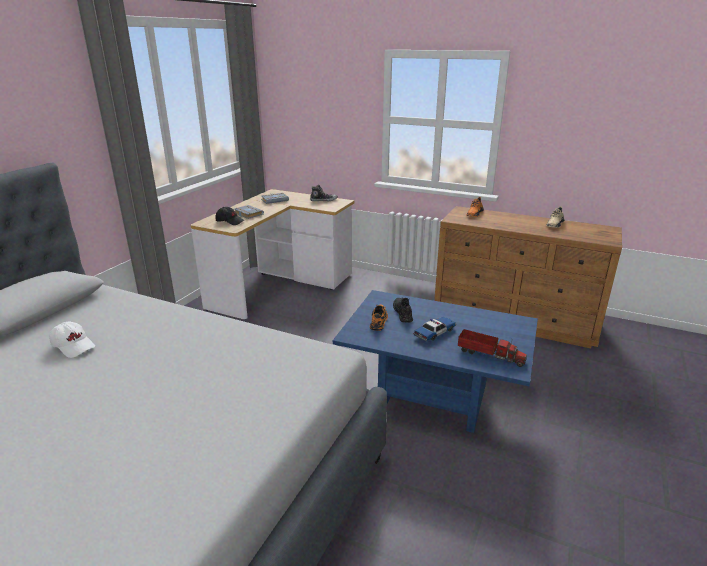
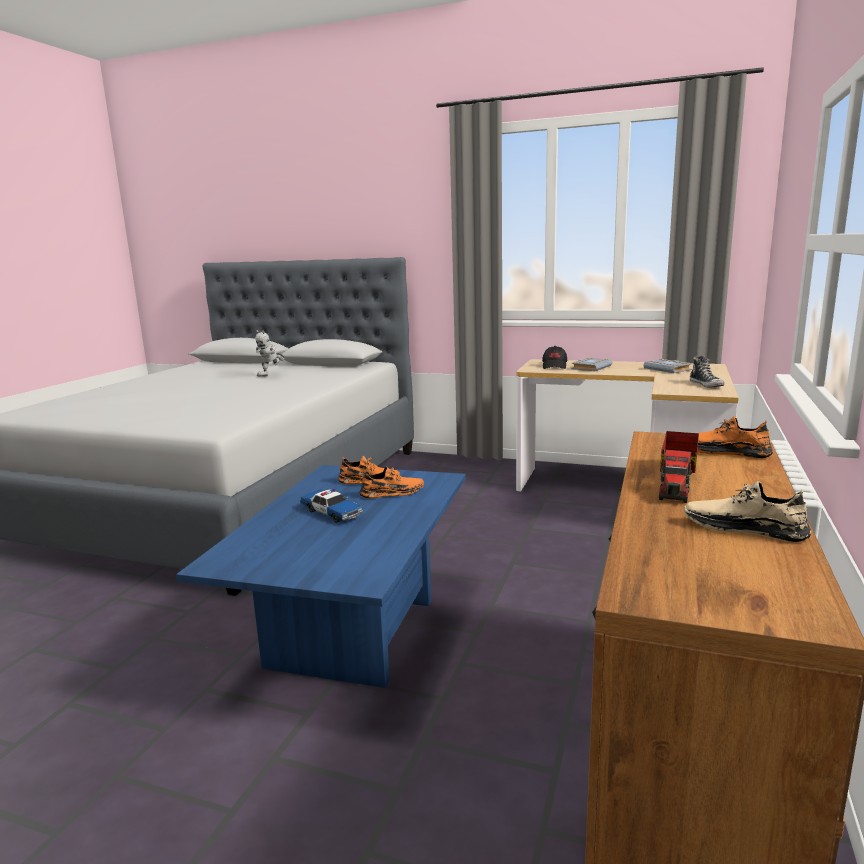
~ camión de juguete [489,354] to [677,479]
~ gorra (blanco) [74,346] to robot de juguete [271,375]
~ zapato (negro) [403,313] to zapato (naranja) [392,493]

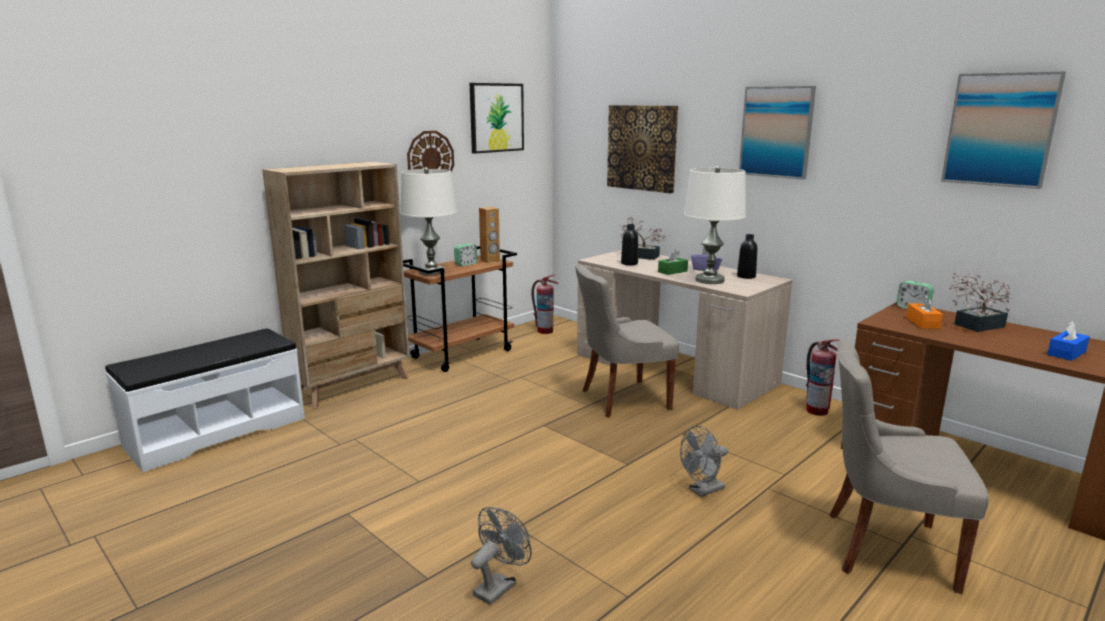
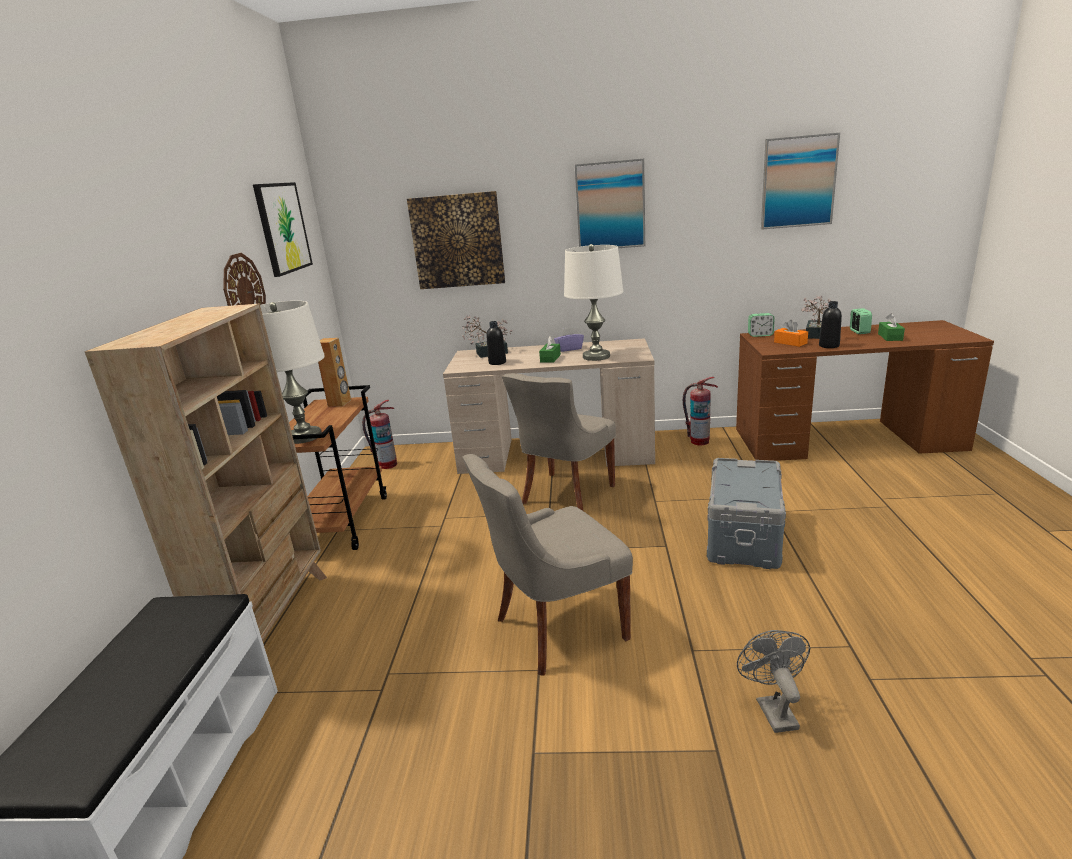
~ despertador [466,264] to [859,332]
~ botella (negro) [746,276] to [829,346]
~ silla (gris) [885,548] to [557,628]
~ ventilador (gris) [702,491] to caja de almacenaje (gris) [744,536]
~ caja de pañuelos (azul) [1066,353] to caja de pañuelos (verde) [890,337]

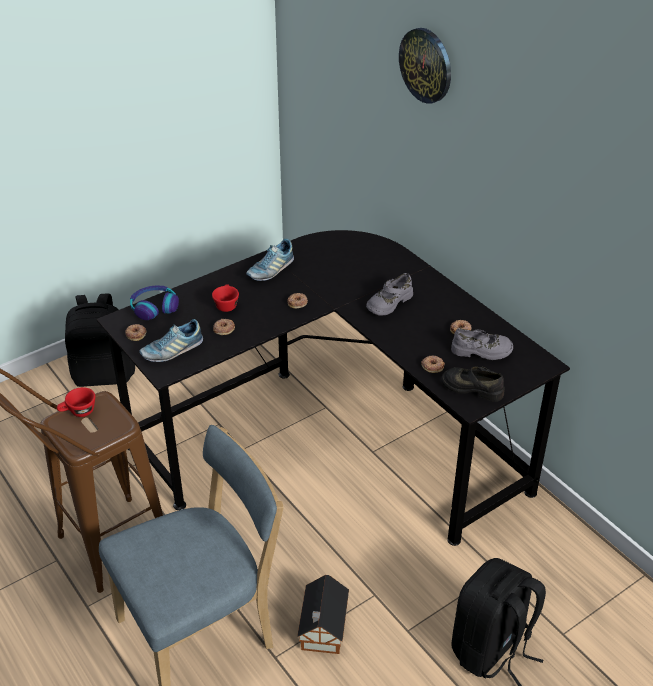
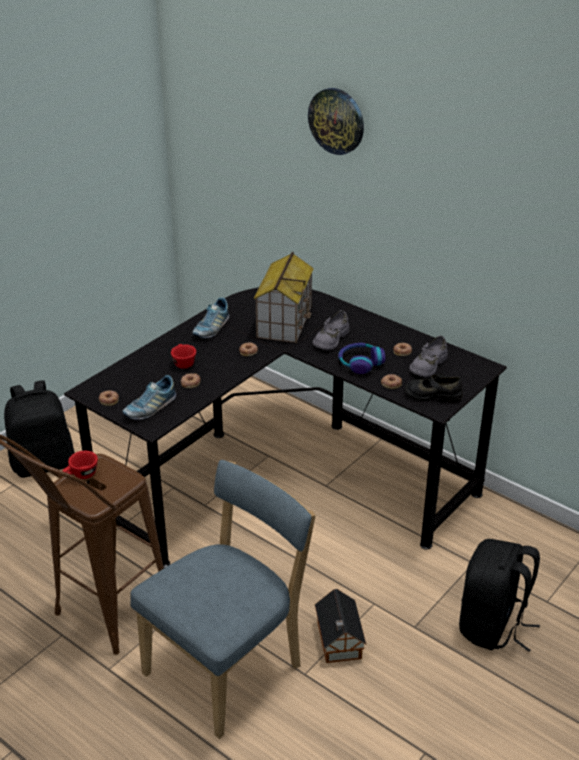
+ casita [284,322]
~ auriculares [154,307] to [360,363]
~ zapato (gris) [481,351] = [428,365] 135 degrees clockwise

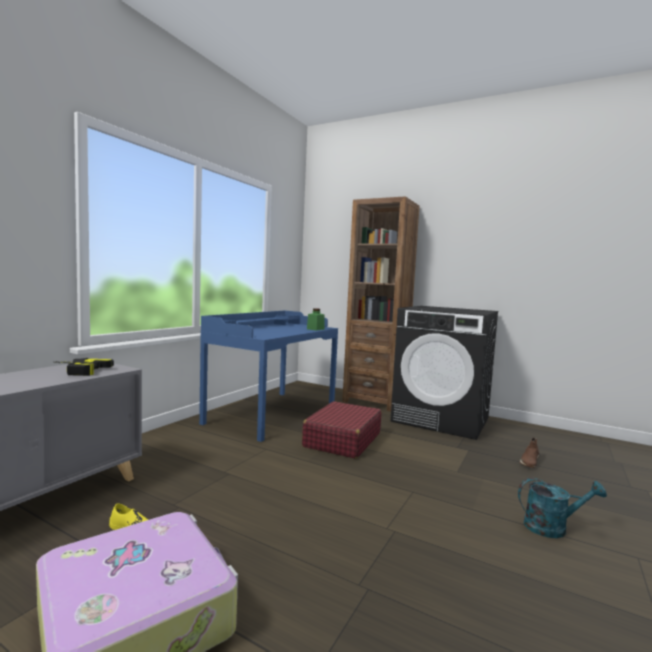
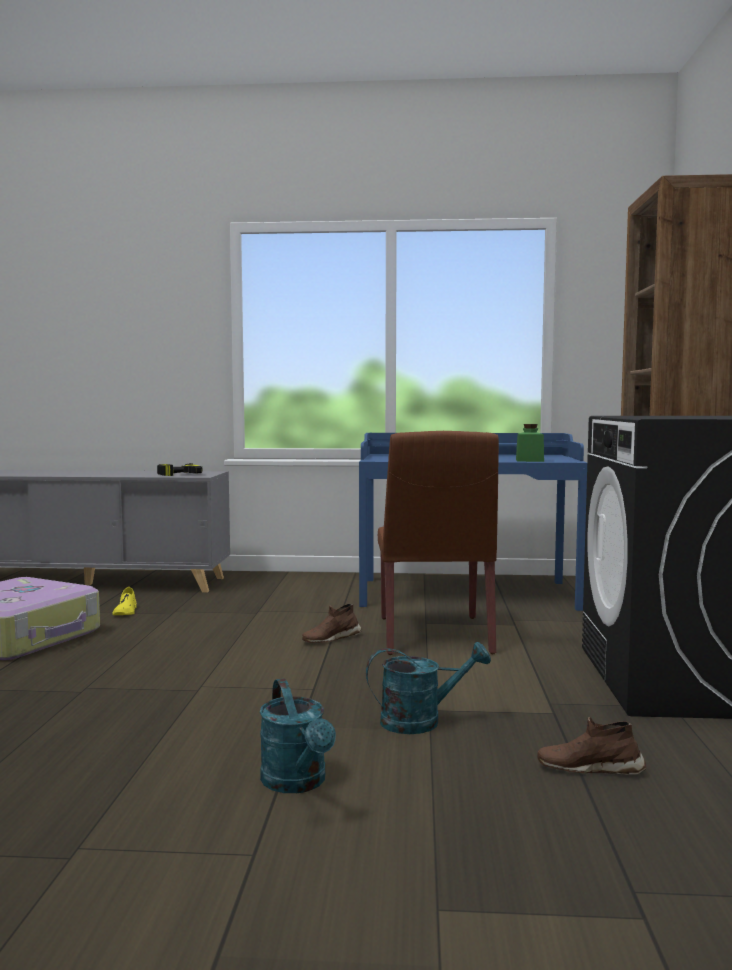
+ zapato (marrón) [331,639]
+ regadera (turquesa) [421,721]
~ maleta (rojo) [342,440] to silla (marrón) [434,635]

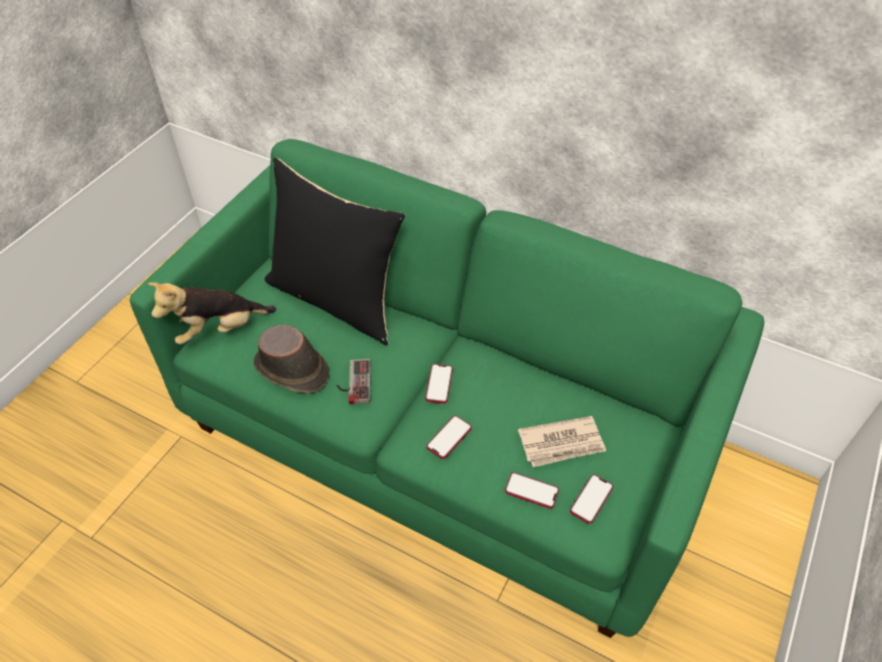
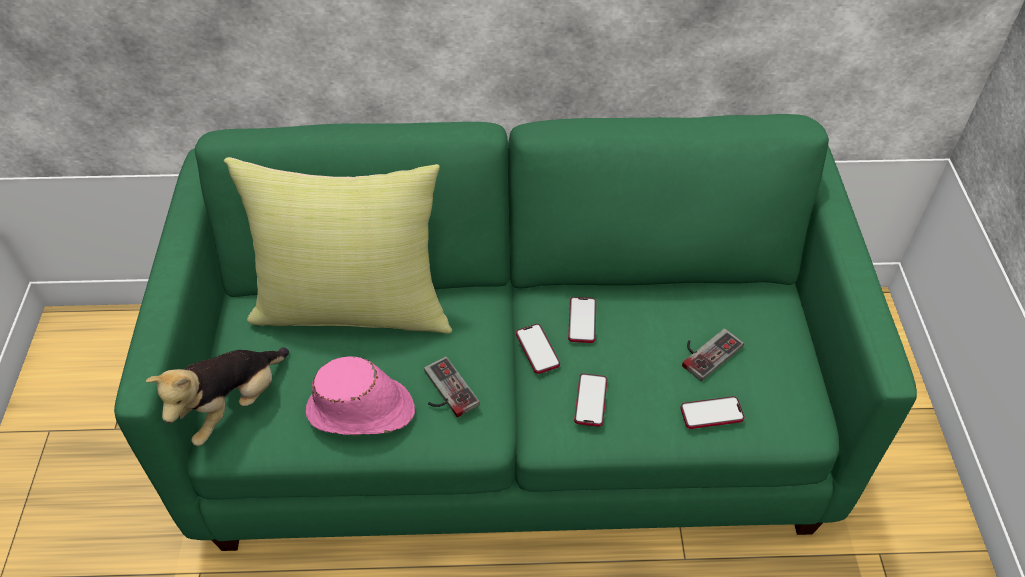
~ móvil [591,499] to [582,321]
~ periódico [562,444] to mando de consola [706,351]
~ sombrero (marrón) [292,370] to sombrero (rosa) [362,411]
~ cojín (negro) [337,298] to cojín (amarillo) [354,306]

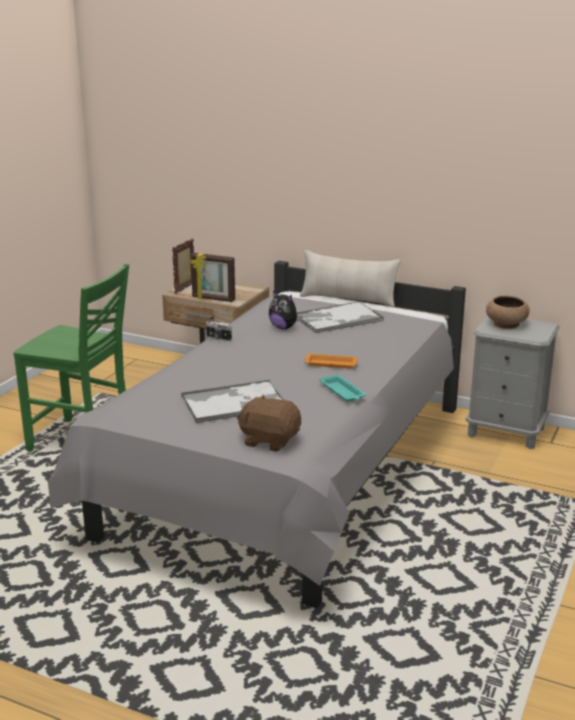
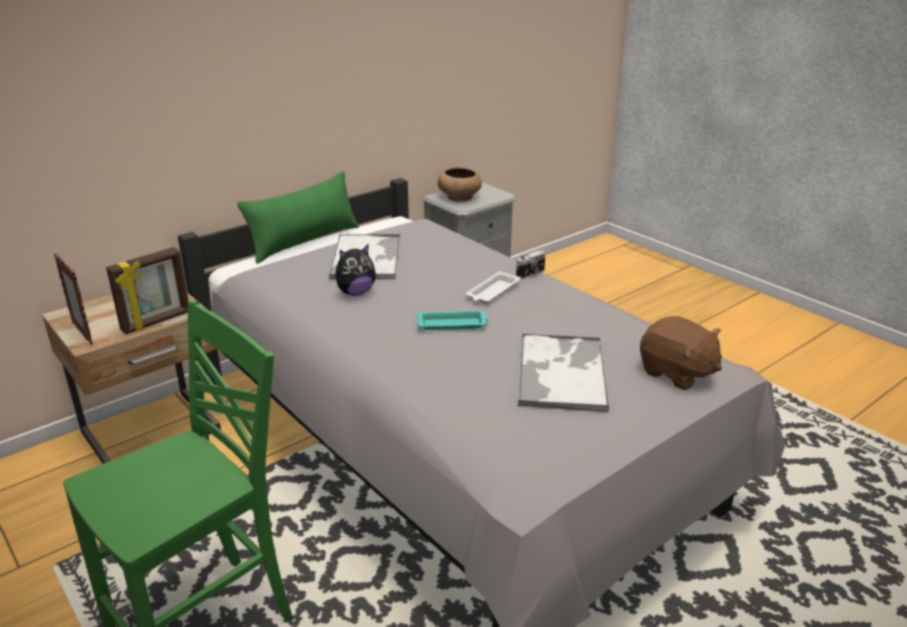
~ cámara [218,338] to [531,274]
~ bandeja (turquesa) [342,392] to [453,324]
~ cojín (beis) [348,299] to cojín (verde) [304,242]
~ bandeja (naranja) [330,364] to bandeja (blanco) [492,292]
~ peluche (marrón) [270,440] = [676,373] 90 degrees counterclockwise

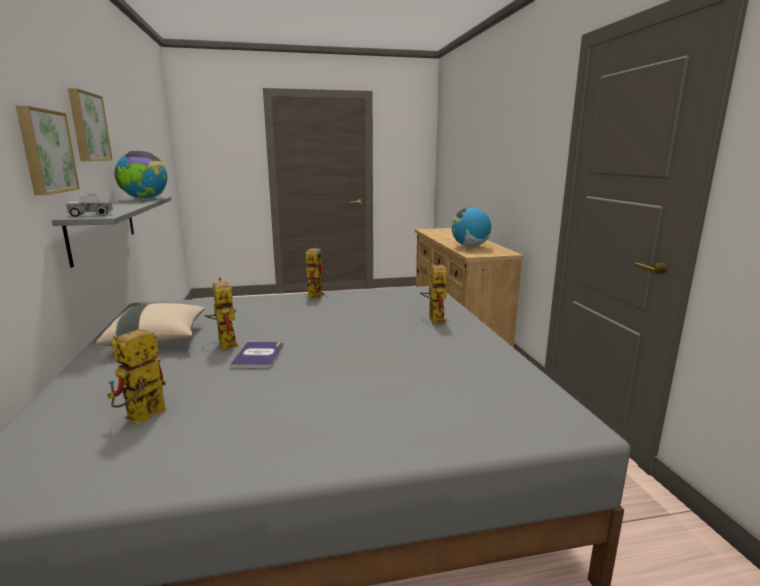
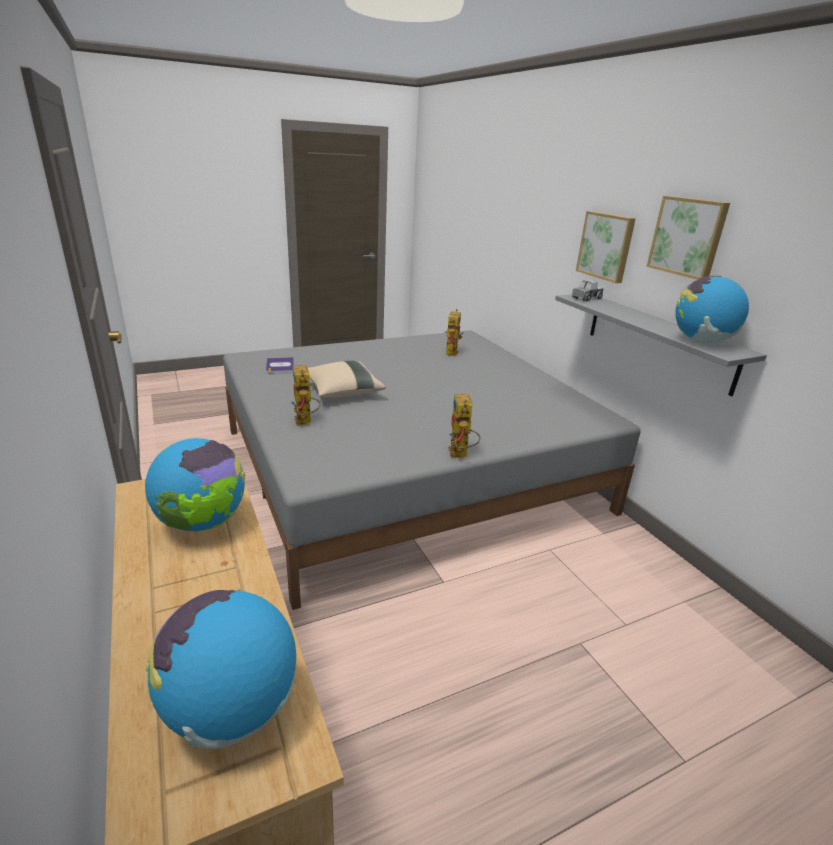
- robot de juguete [224,342]
+ globo terráqueo [232,709]
~ cojín (beis) [158,340] to [342,392]
~ libro [258,356] to [280,366]

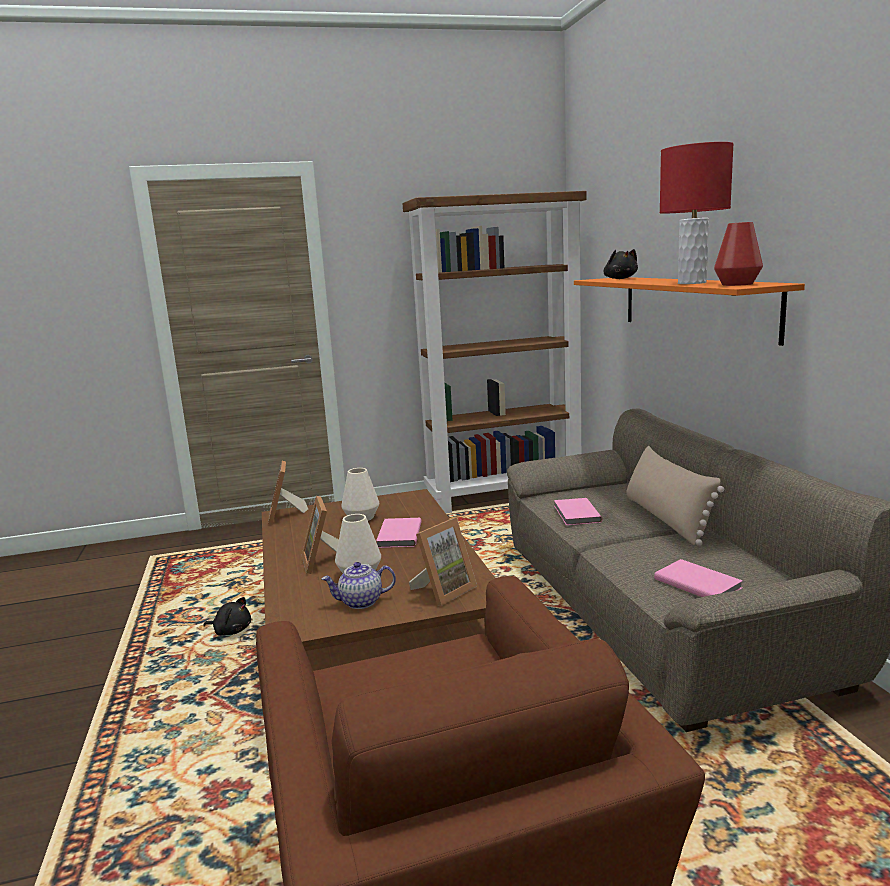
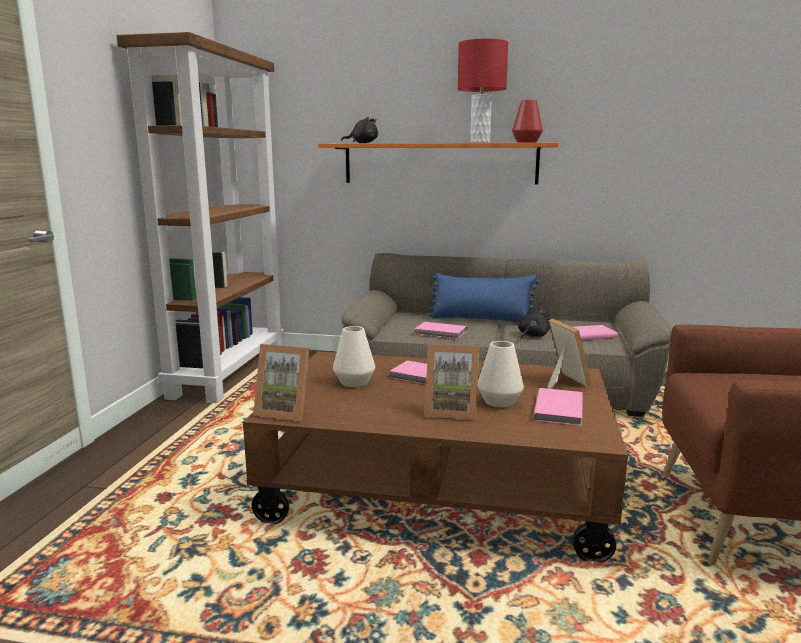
~ peluche (negro) [231,631] to [532,336]
~ tetera [360,602] to libro (rosa) [560,409]
~ cojín (beis) [666,519] to cojín (azul) [481,319]

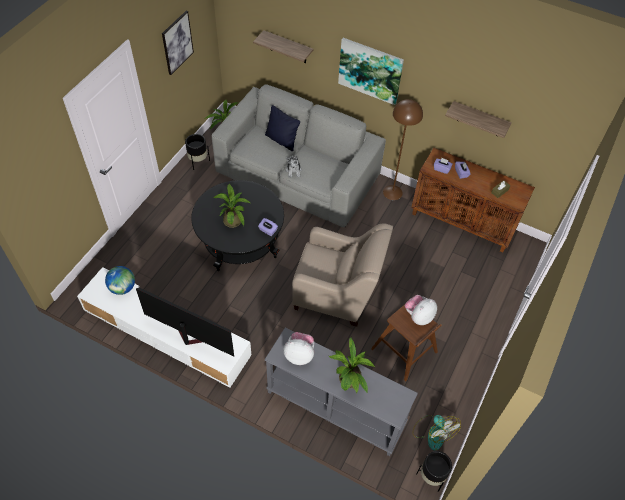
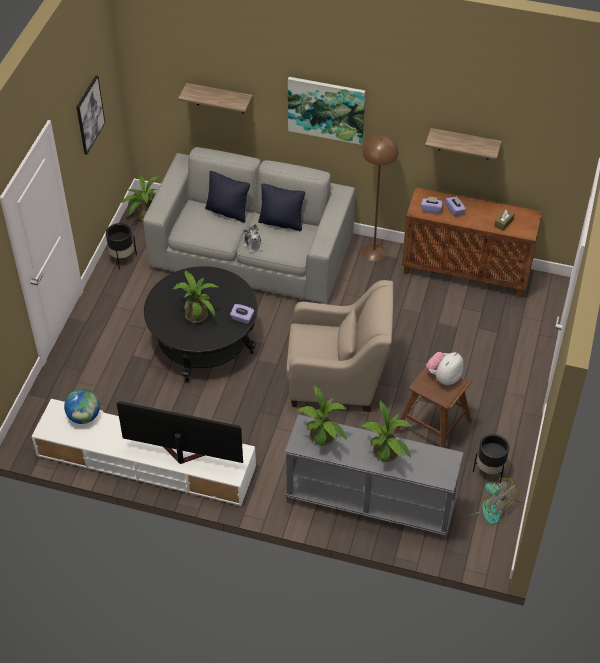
+ cojín (negro) [281,222]
~ maceta (negro) [431,477] to [489,471]
~ peluche [299,354] to planta en maceta [323,439]

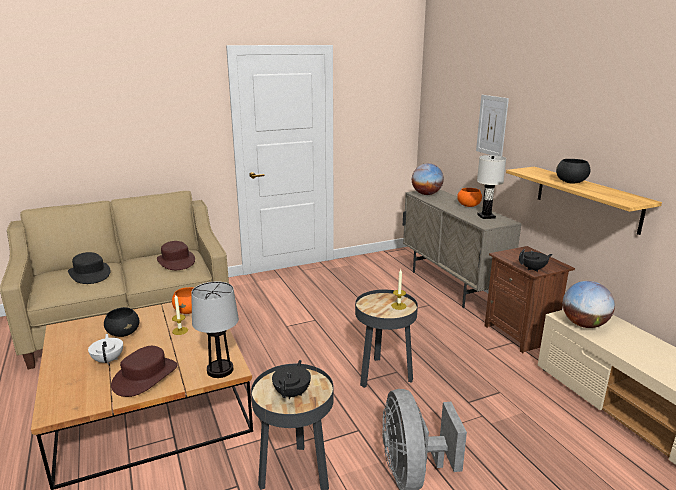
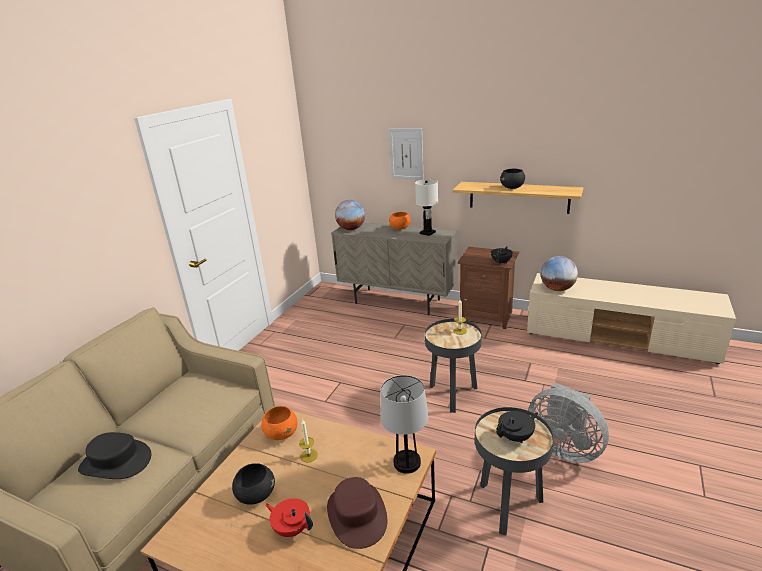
- sombrero (marrón) [176,261]
~ tetera (blanco) [108,360] to tetera (rojo) [292,528]
~ tetera (negro) [292,393] = [516,437] 90 degrees clockwise

